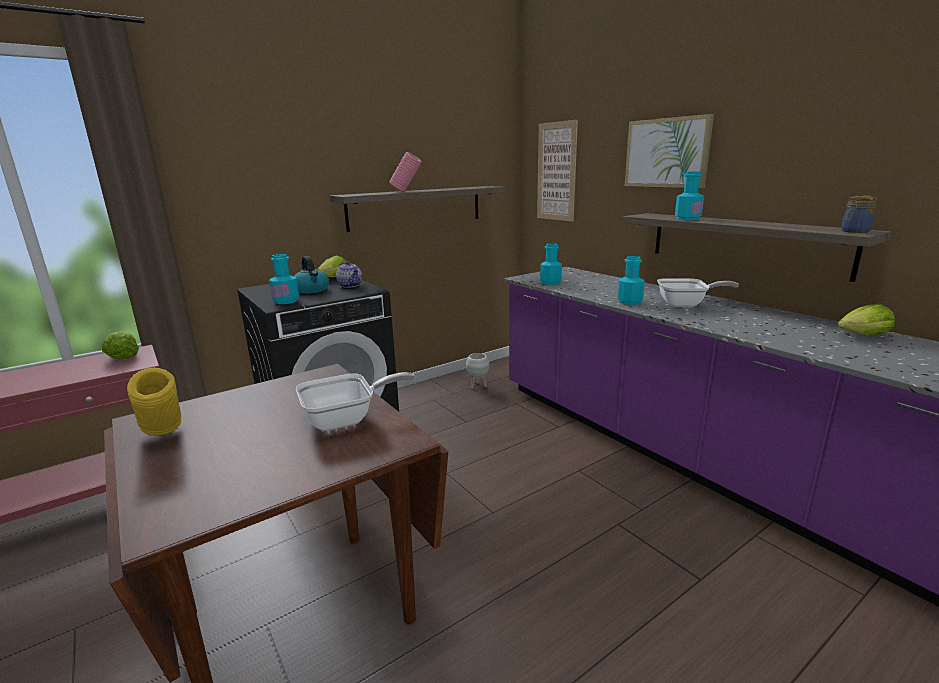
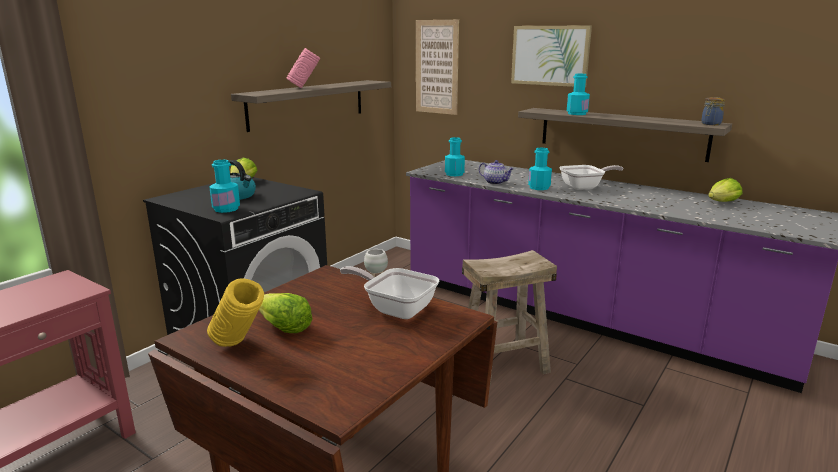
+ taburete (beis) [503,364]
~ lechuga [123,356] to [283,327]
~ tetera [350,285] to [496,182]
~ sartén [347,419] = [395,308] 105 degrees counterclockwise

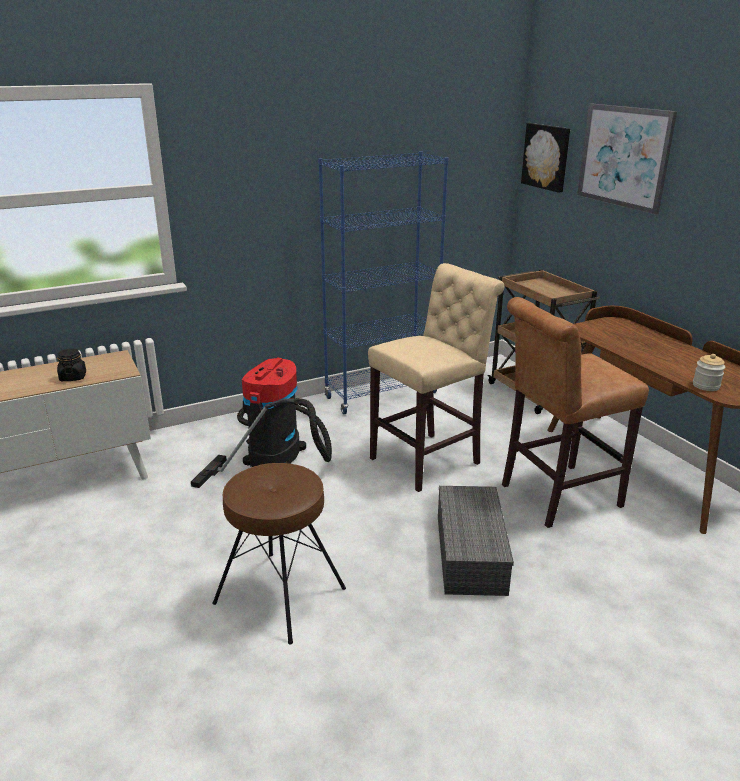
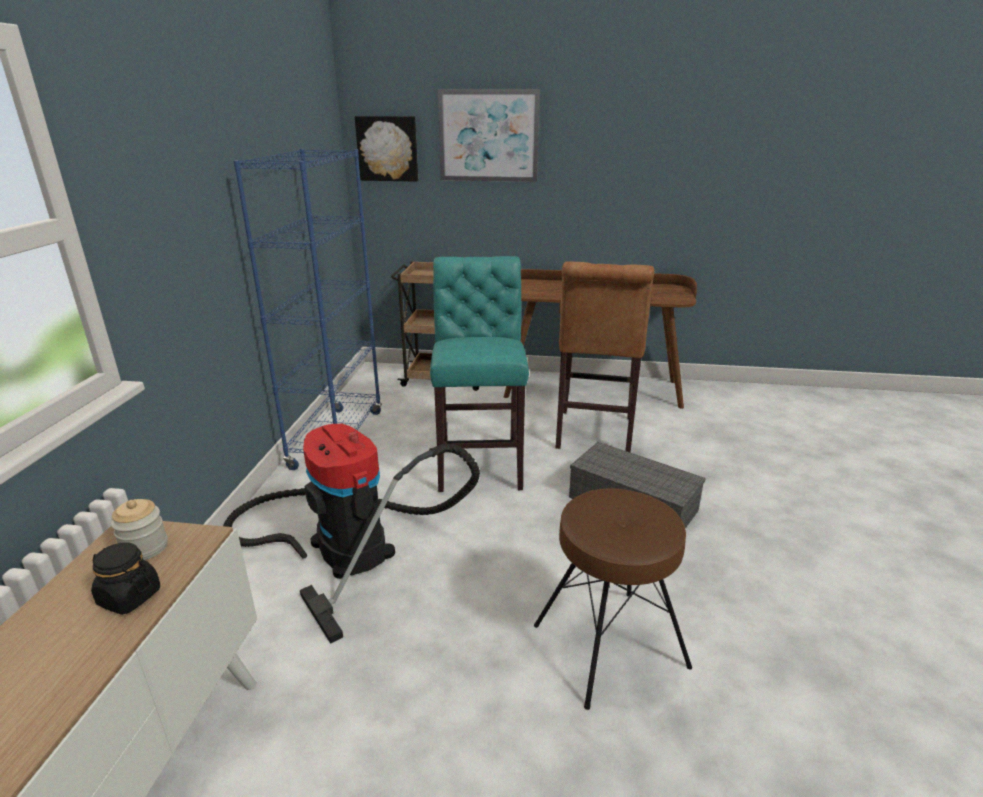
~ tarro [706,386] to [145,548]
~ taburete (beis) [430,460] to taburete (turquesa) [480,463]

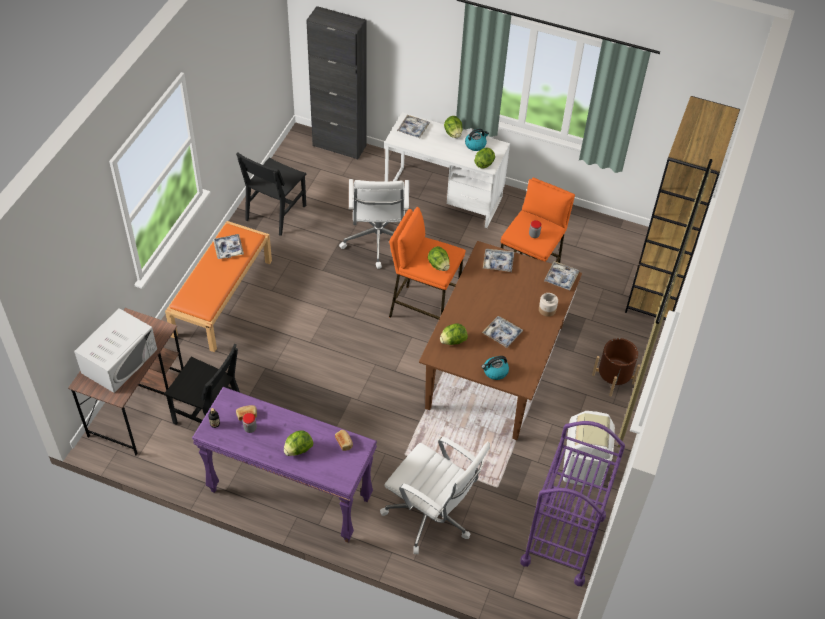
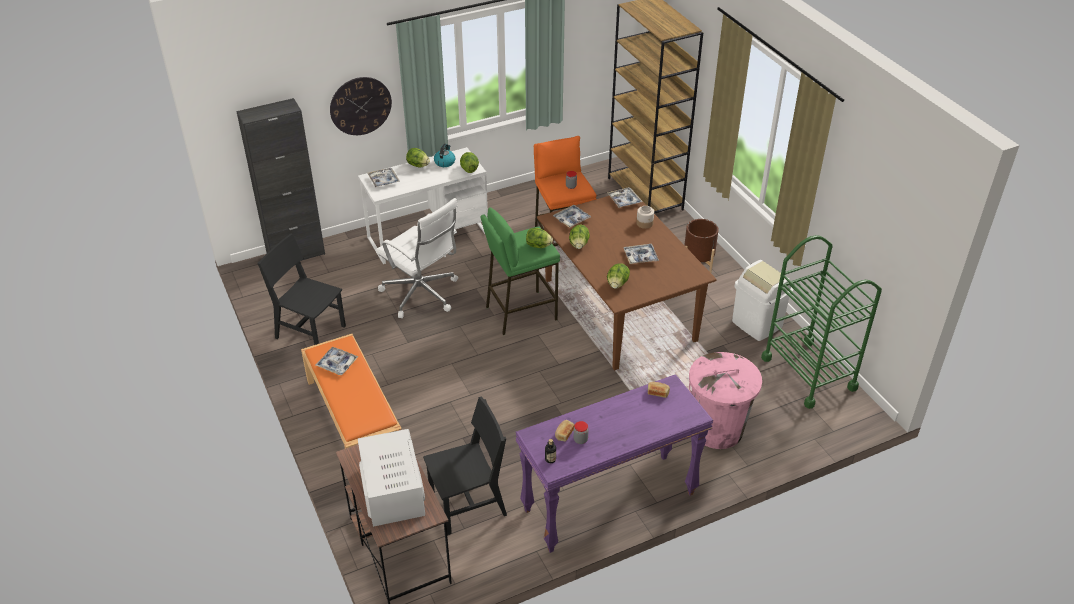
- hervidor [495,372]
+ reloj de pared [360,106]
~ lechuga [298,449] to [579,245]
~ silla de oficina (blanco) [431,515] to papelera (rosa) [717,429]
~ taburete (naranja) [423,310] to taburete (verde) [520,313]
~ carrito (morado) [563,539] to carrito (verde) [808,373]
~ silla (negro) [275,212] = [310,332] 135 degrees clockwise

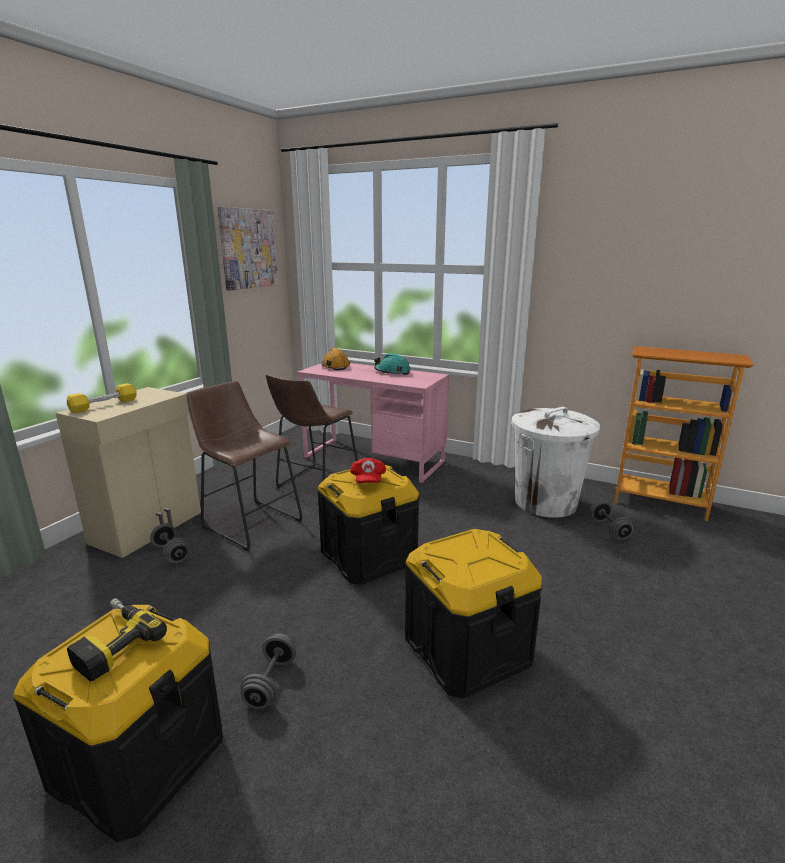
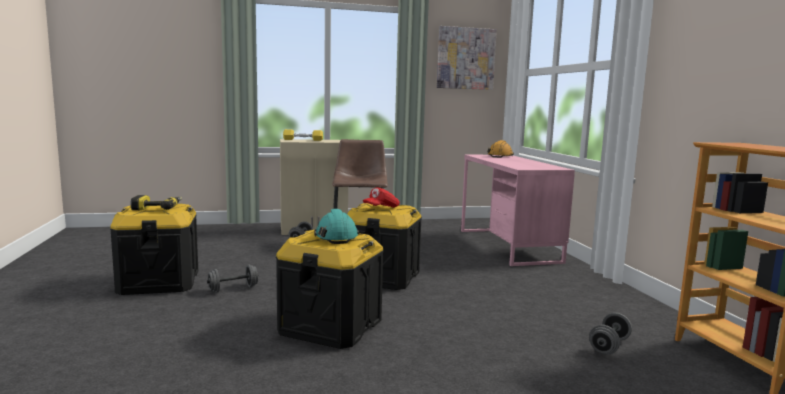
- taburete (marrón) [315,484]
- papelera (blanco) [546,502]
~ casco (turquesa) [392,372] to [336,237]

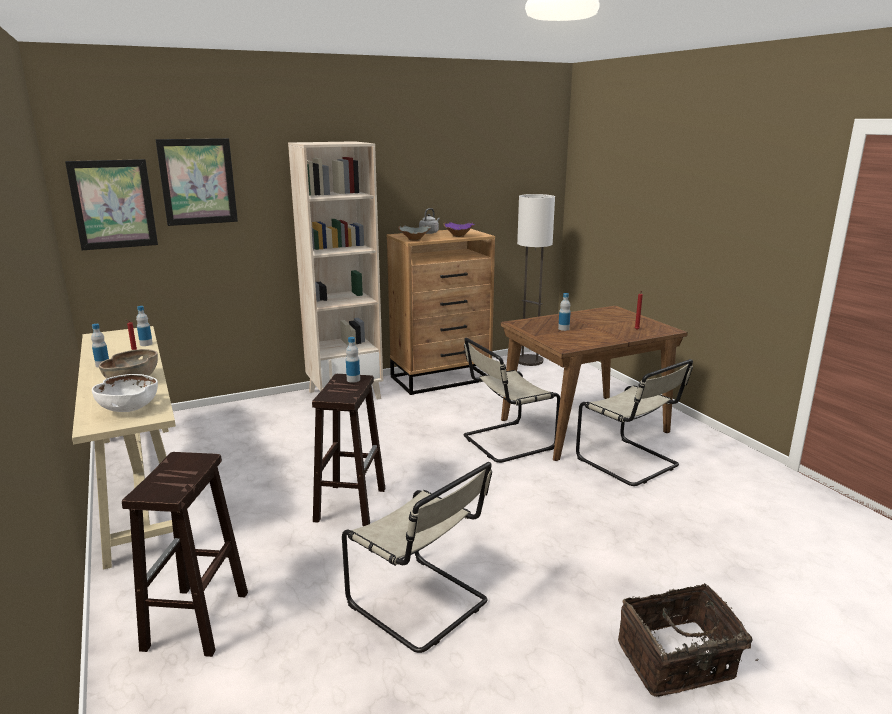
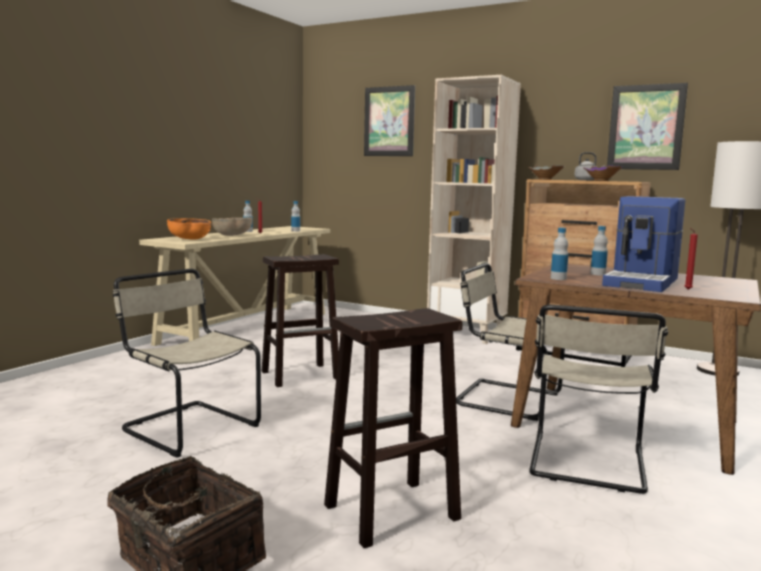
+ cafetera [642,282]
~ cuadro [113,204] to [646,127]
~ taburete (marrón) [196,621] to [390,513]
~ botella [353,380] to [558,278]
~ cuenco (blanco) [128,409] to cuenco (naranja) [189,239]
~ silla (beis) [422,605] = [187,427] 120 degrees clockwise

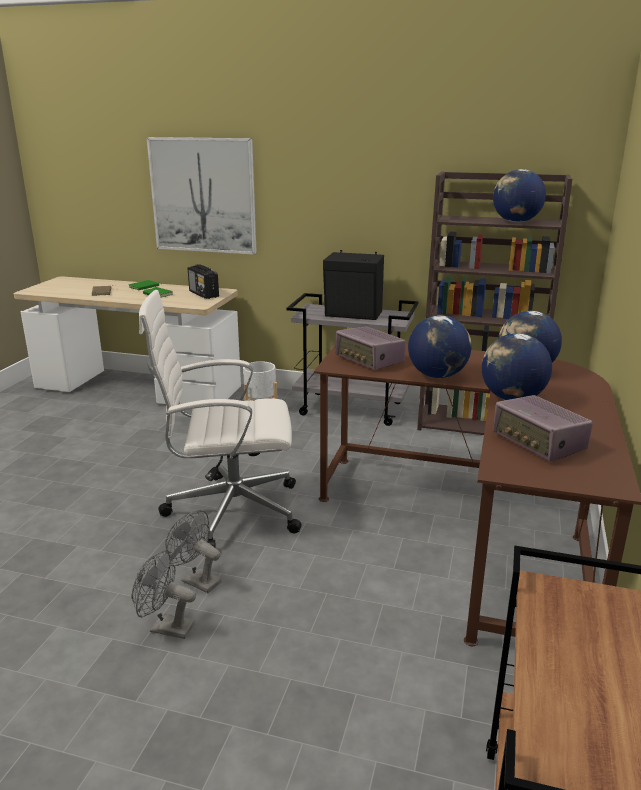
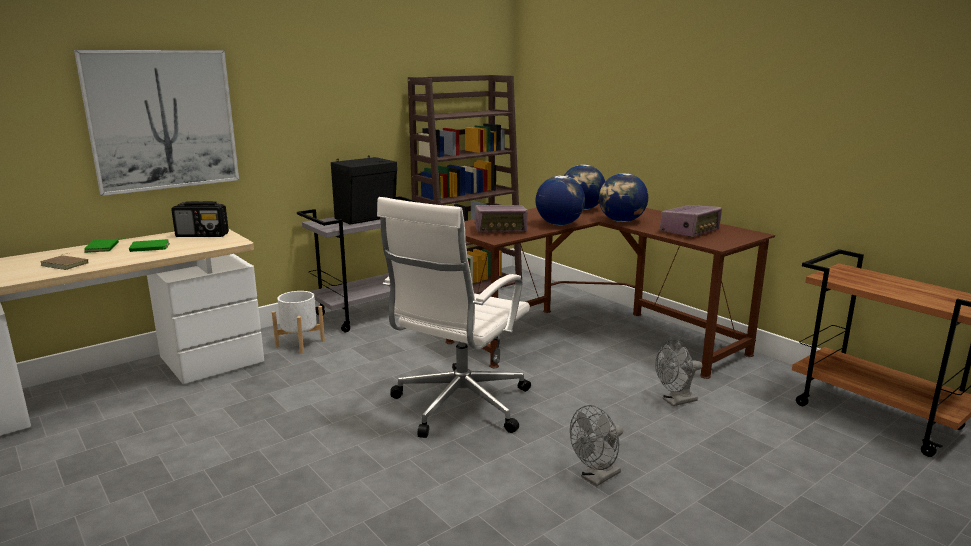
- globo terráqueo [515,222]
~ ventilador (gris) [196,580] to [675,401]
~ radio [539,443] = [690,231] 45 degrees counterclockwise

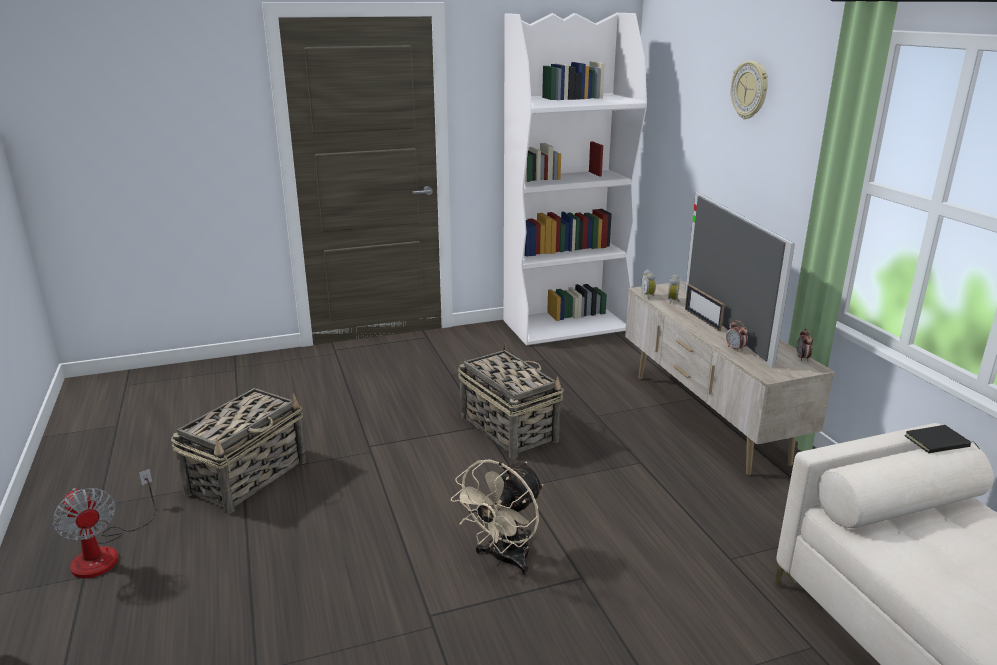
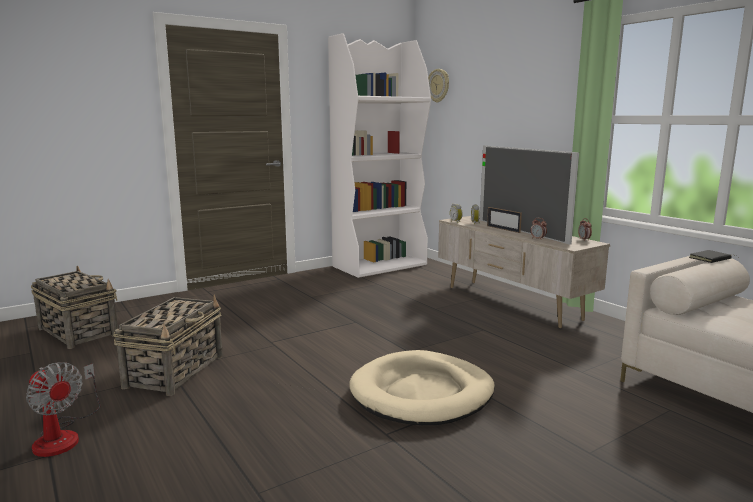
~ cesta [508,428] to [78,331]
~ reloj de pared [750,90] to [438,85]
~ ventilador (beis) [504,559] to cama para perro (beis) [422,393]

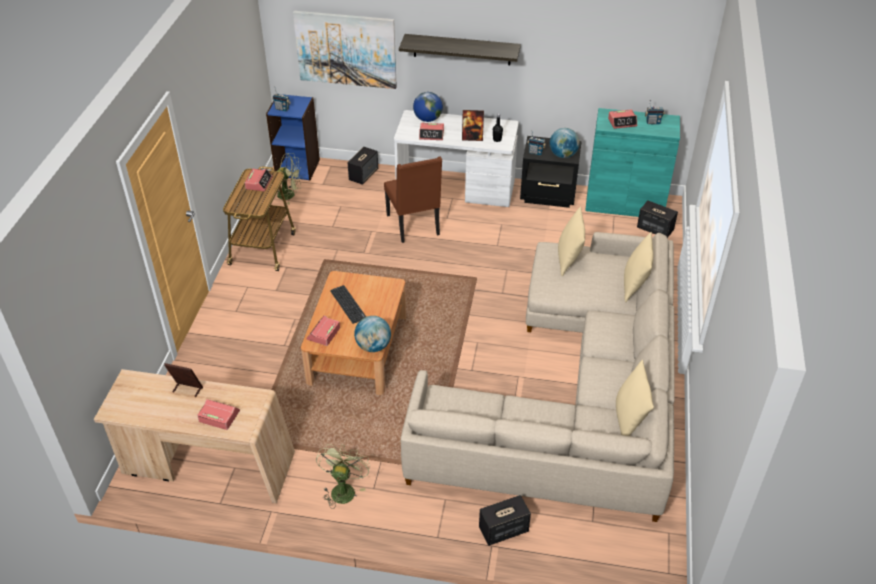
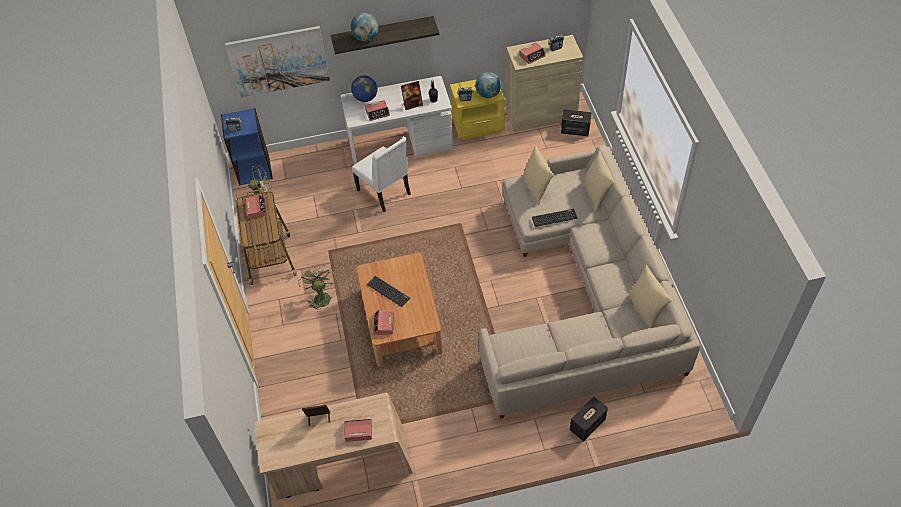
- altavoz [363,175]
+ teclado [554,218]
~ ventilador (verde) [343,489] to [320,296]
~ globo terráqueo [373,346] to [366,38]
~ silla (marrón) [414,225] to silla (blanco) [385,192]
~ mesita de noche (negro) [549,195] to mesita de noche (amarillo) [478,126]
~ armario (turquesa) [624,203] to armario (beis) [541,114]

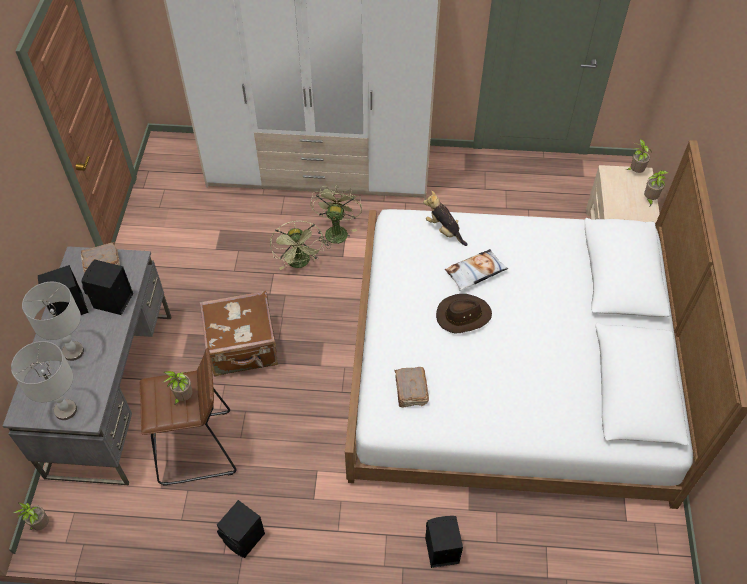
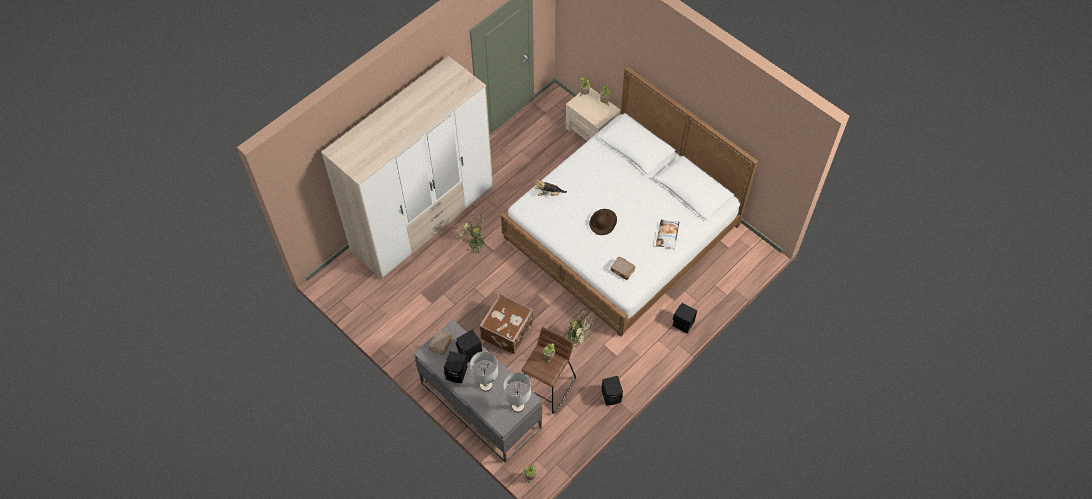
~ ventilador (verde) [300,263] to [578,337]
~ cojín [475,273] to [667,235]

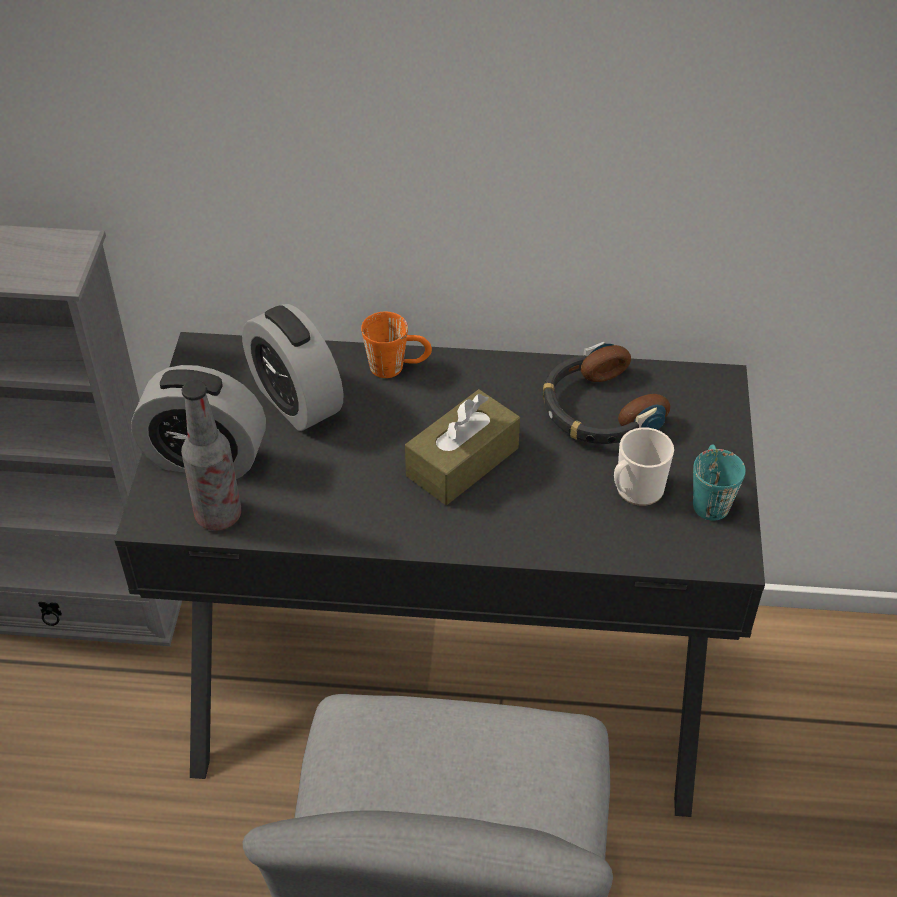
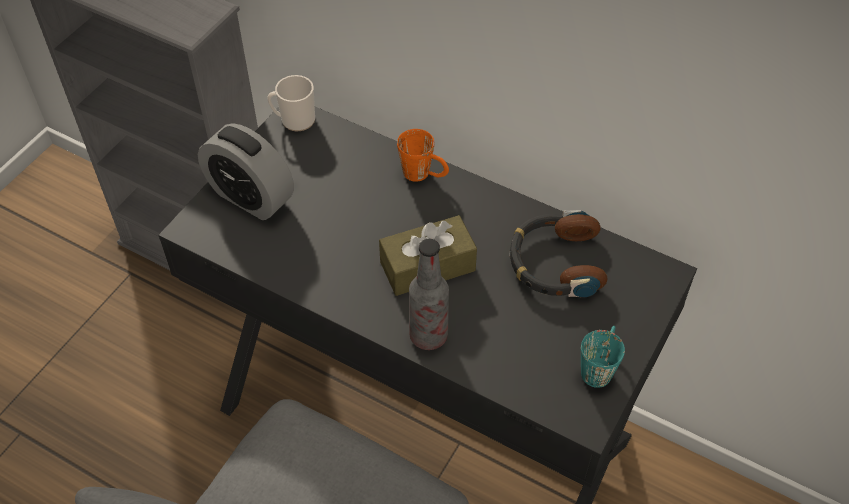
- despertador [296,400]
~ botella [218,515] to [428,336]
~ taza grande [635,491] to [294,120]

